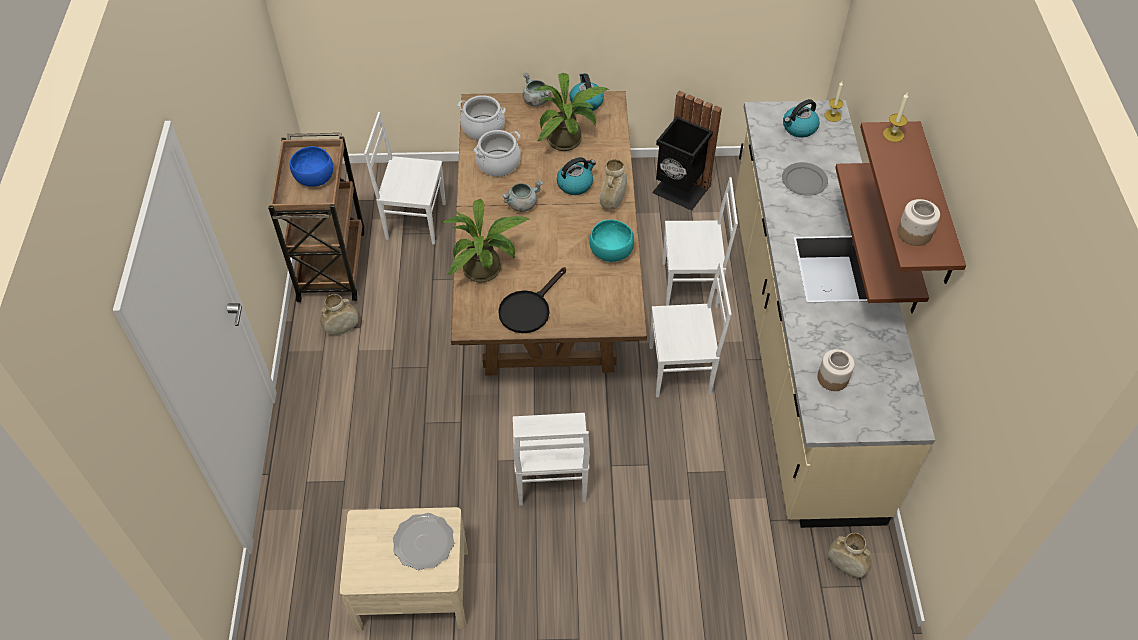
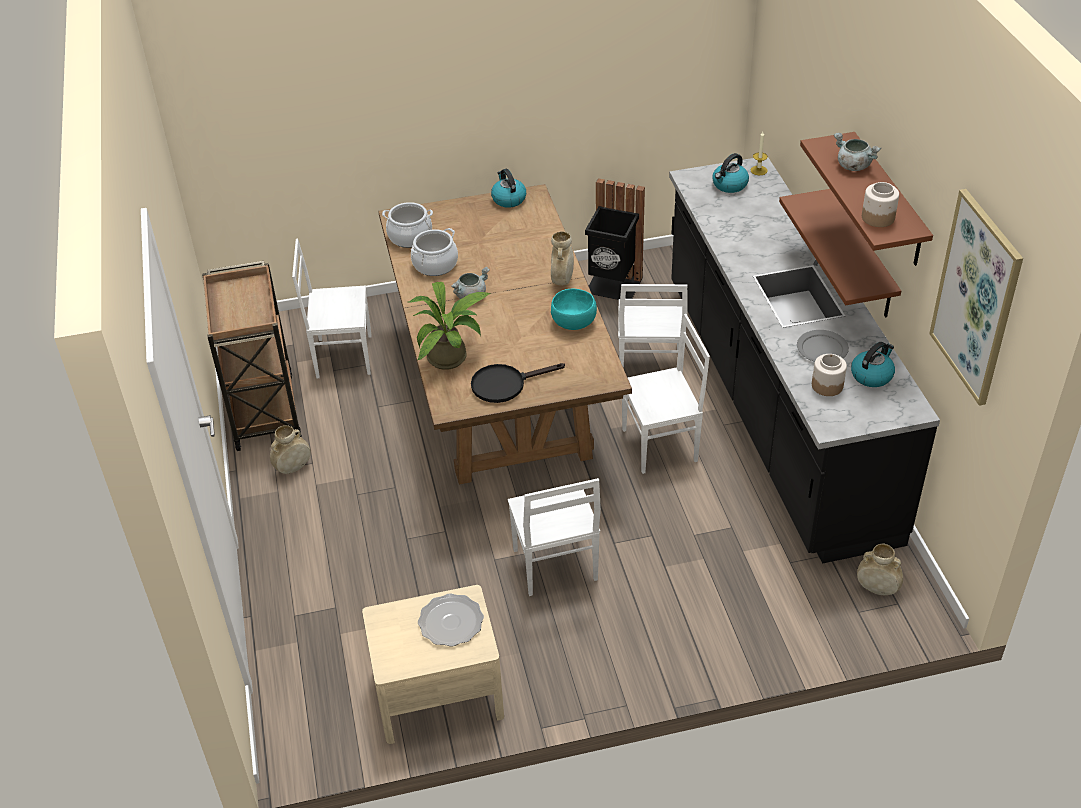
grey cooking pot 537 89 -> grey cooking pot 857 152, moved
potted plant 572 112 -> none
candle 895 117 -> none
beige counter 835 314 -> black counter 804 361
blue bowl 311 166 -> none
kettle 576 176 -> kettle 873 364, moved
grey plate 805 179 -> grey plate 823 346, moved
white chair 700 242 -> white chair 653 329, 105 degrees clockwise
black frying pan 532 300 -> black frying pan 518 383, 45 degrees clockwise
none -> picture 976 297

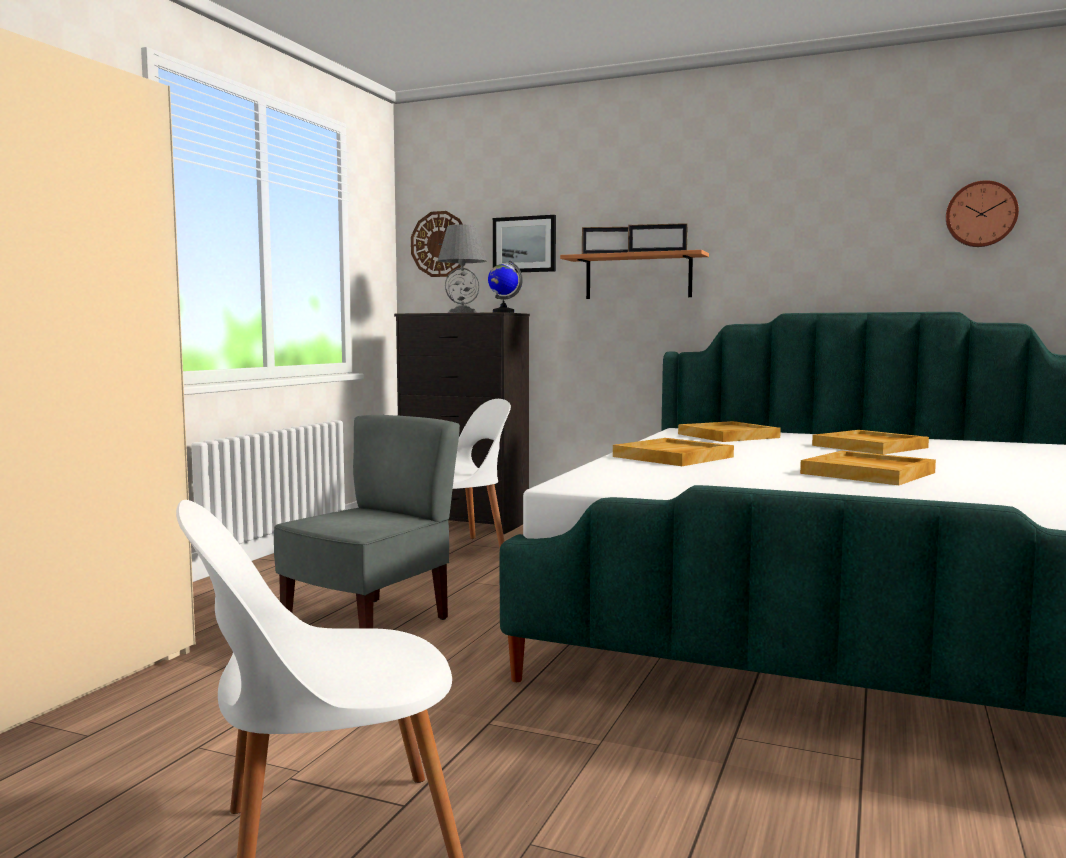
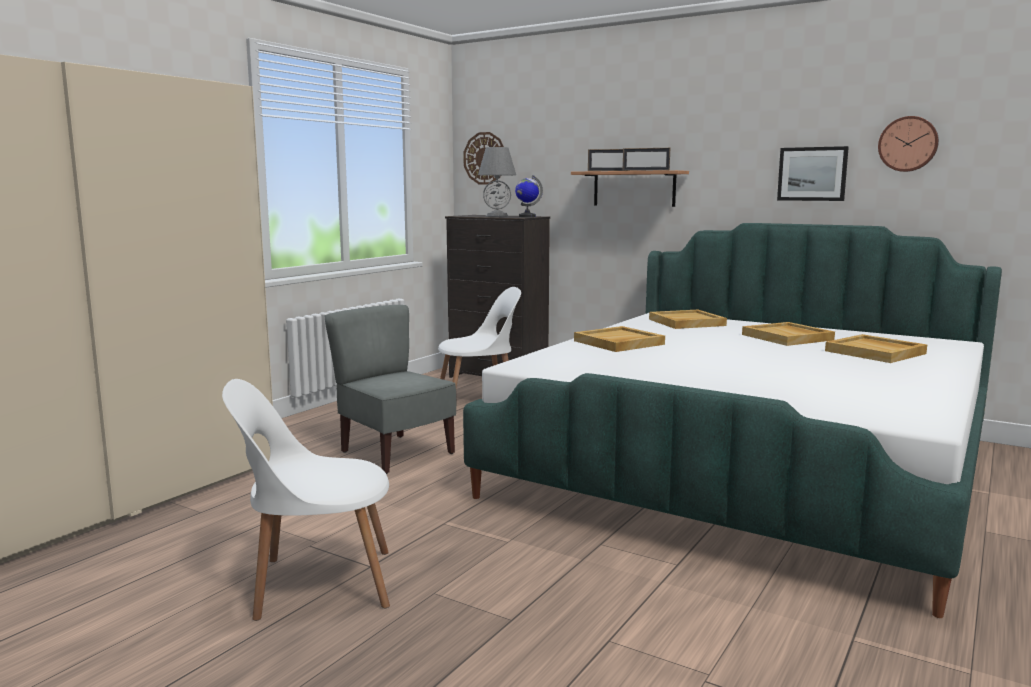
picture 524 244 -> picture 813 173, moved
grey chair 367 522 -> grey chair 390 389, 90 degrees counterclockwise
beige tray 868 468 -> beige tray 876 348, moved

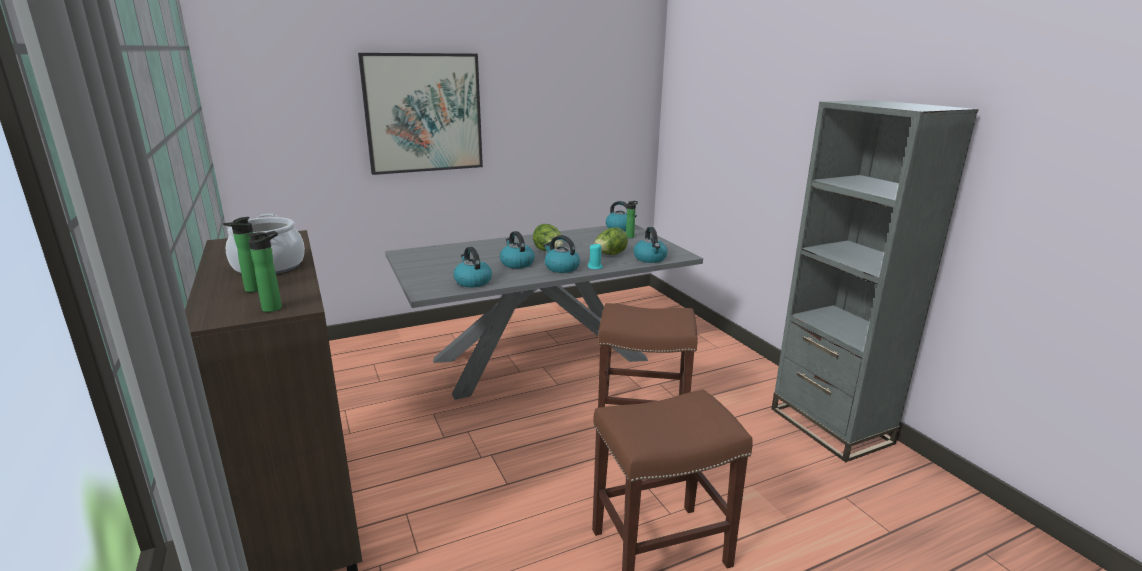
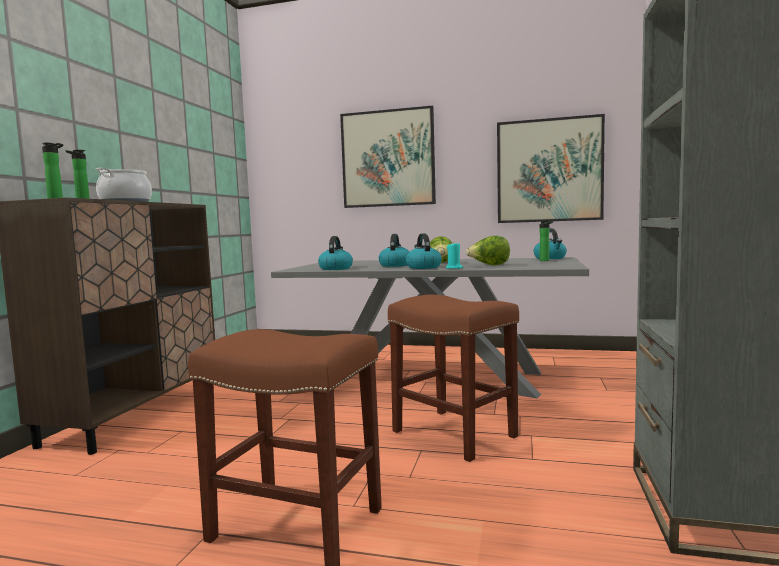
kettle 650 245 -> none
none -> picture 551 168

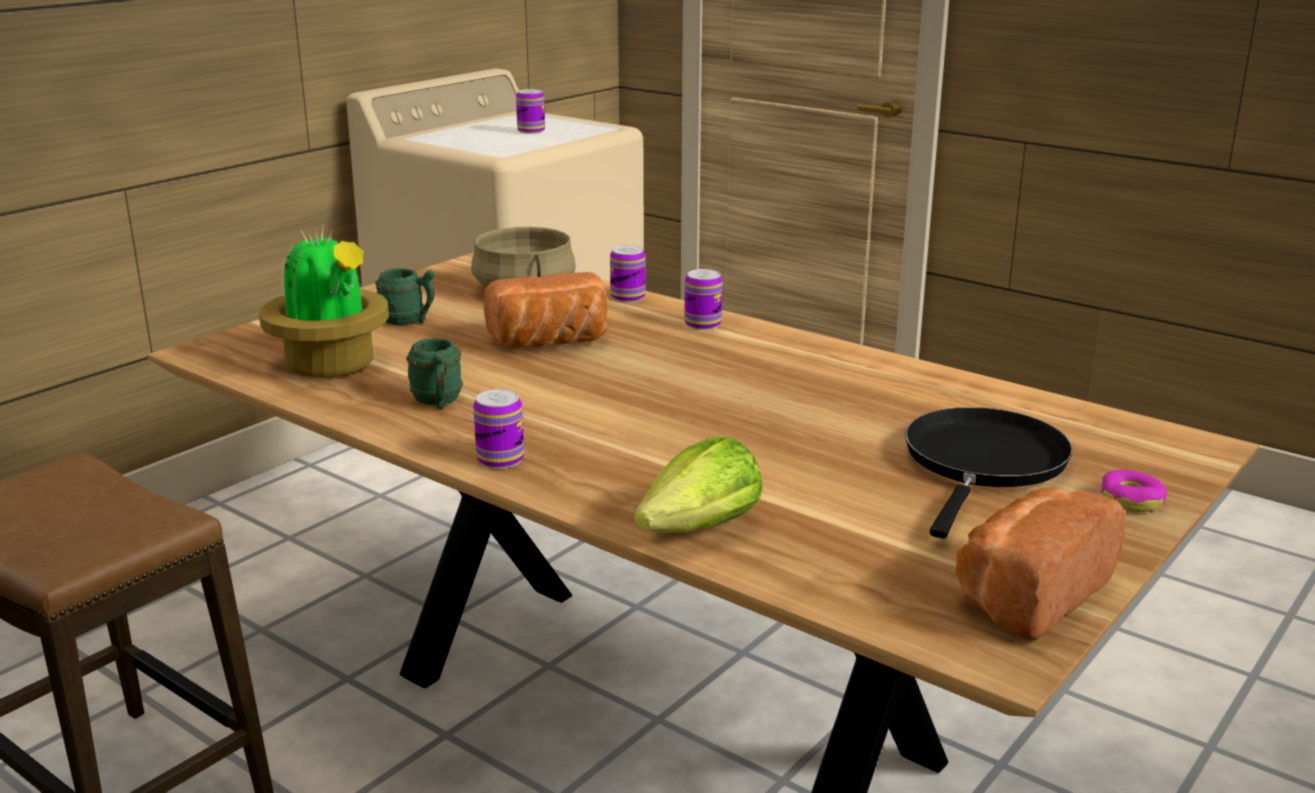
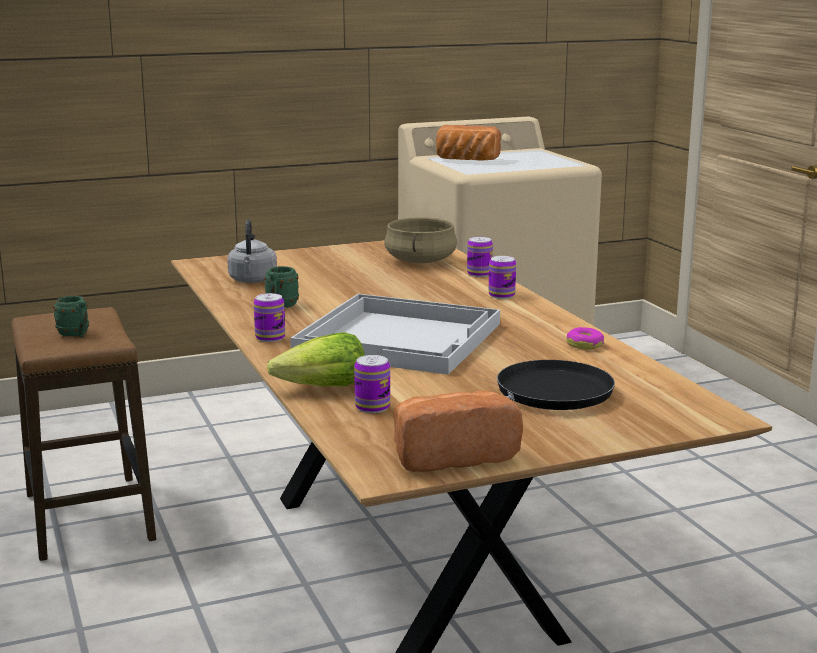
can 530 111 -> can 372 384, moved
potted plant 324 302 -> grey kettle 252 251
green mug 405 296 -> green mug 71 316, moved
bread 546 310 -> bread 468 142, moved
donut 1134 491 -> donut 585 338, moved
none -> white tray 395 334

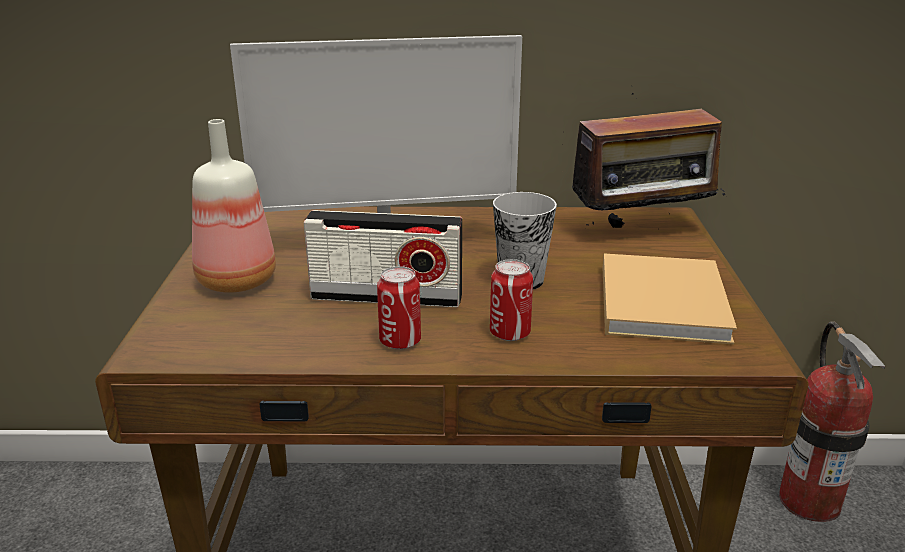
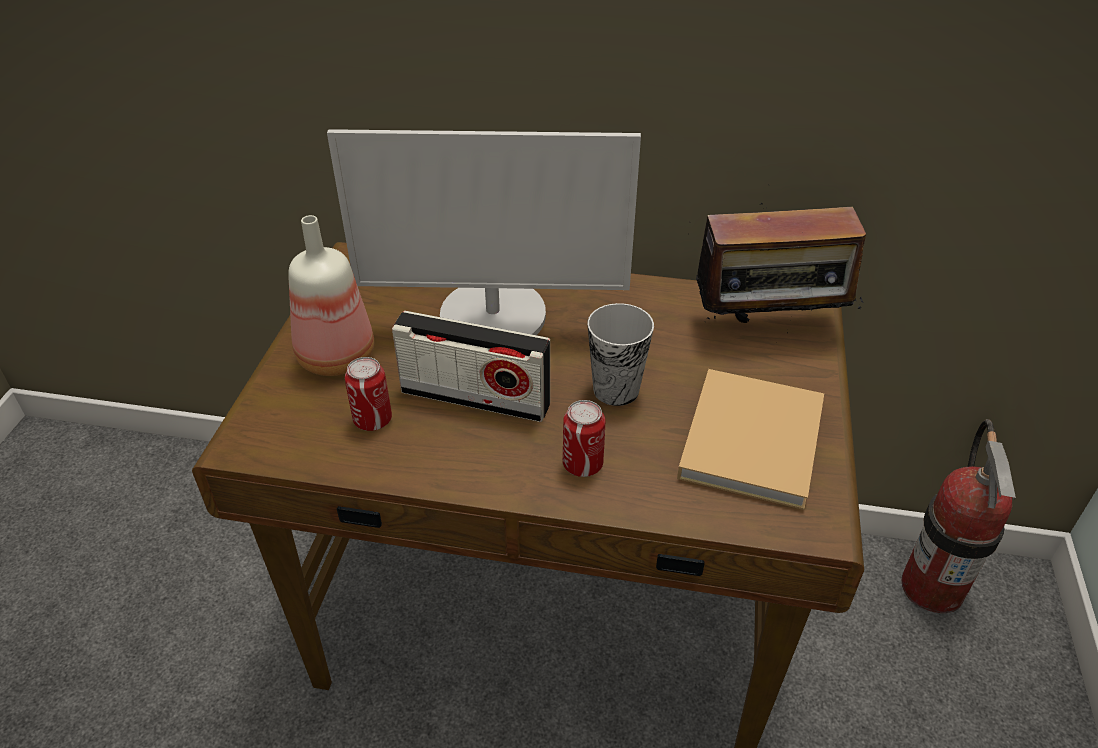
can 399 308 -> can 368 394, moved

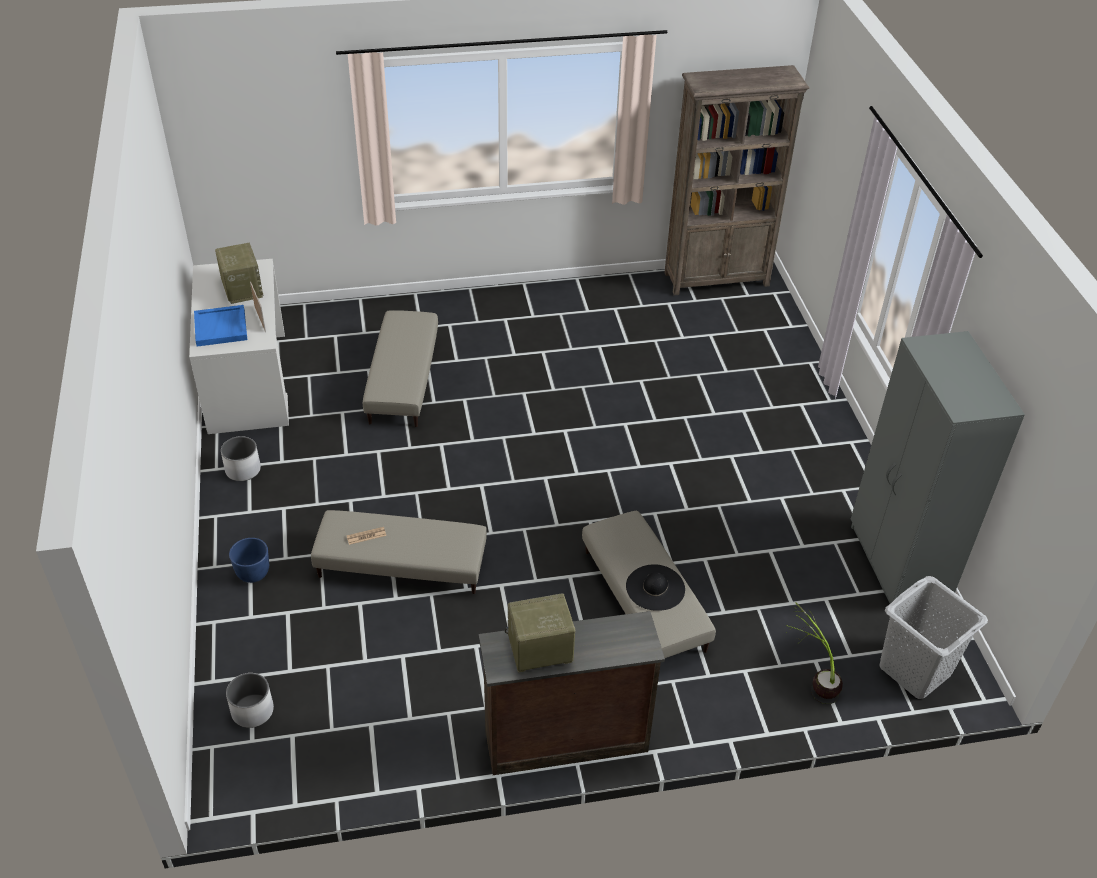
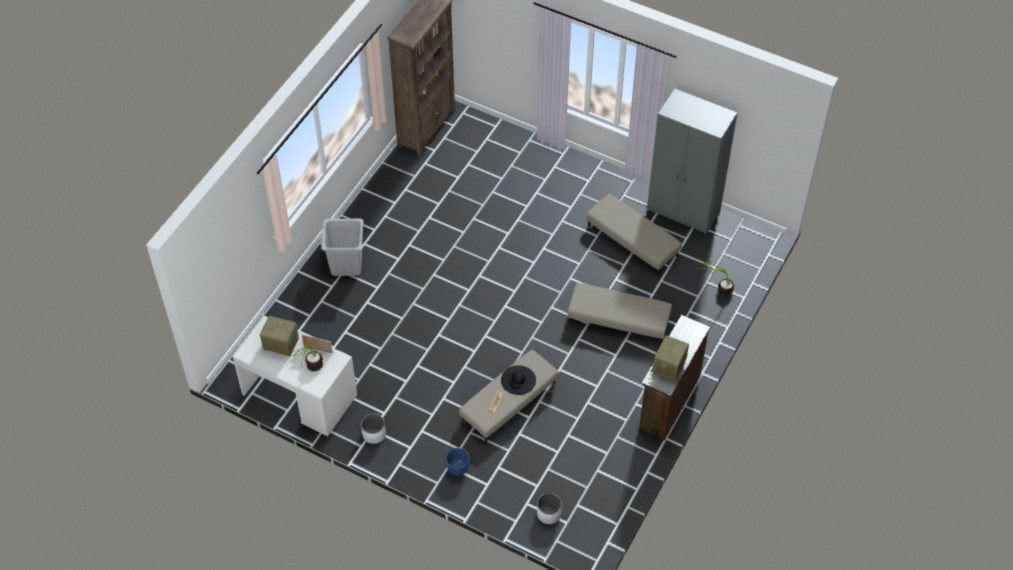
blue tray 220 326 -> potted plant 305 358
beige ottoman 400 368 -> beige ottoman 634 234, moved
black hat 655 587 -> black hat 518 380, moved
grey laundry basket 933 637 -> grey laundry basket 342 247, moved

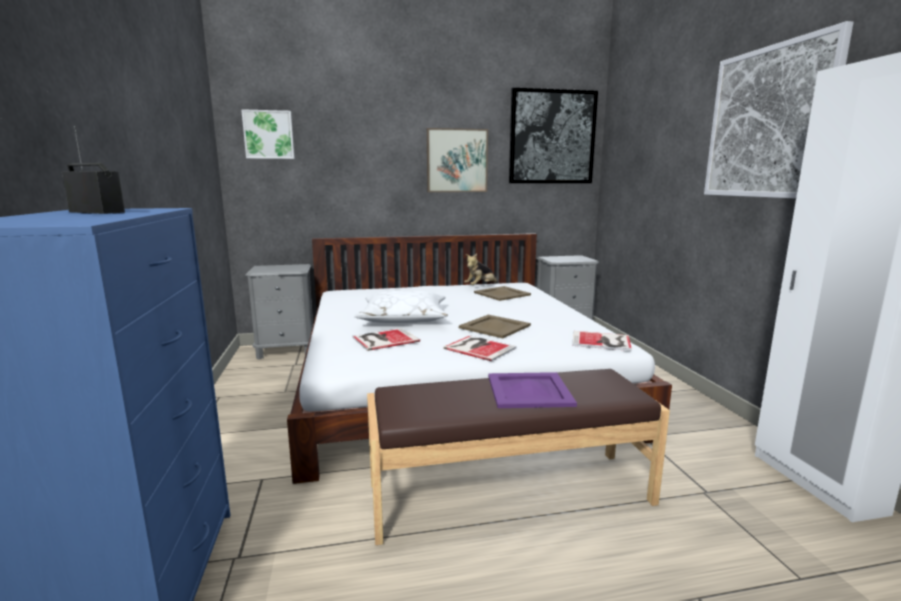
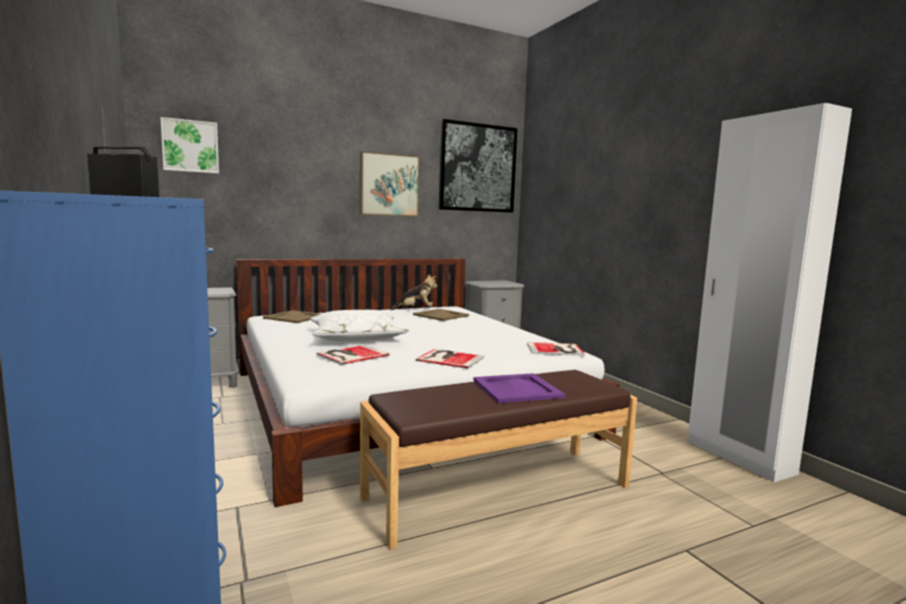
picture 779 110 -> none
plush toy 481 269 -> plush toy 414 292, 135 degrees counterclockwise
beige tray 495 326 -> beige tray 291 316, moved

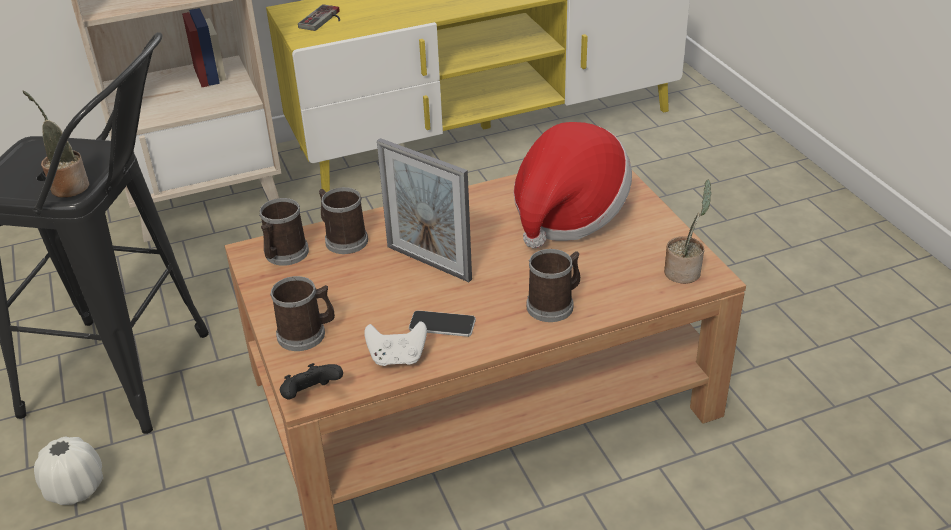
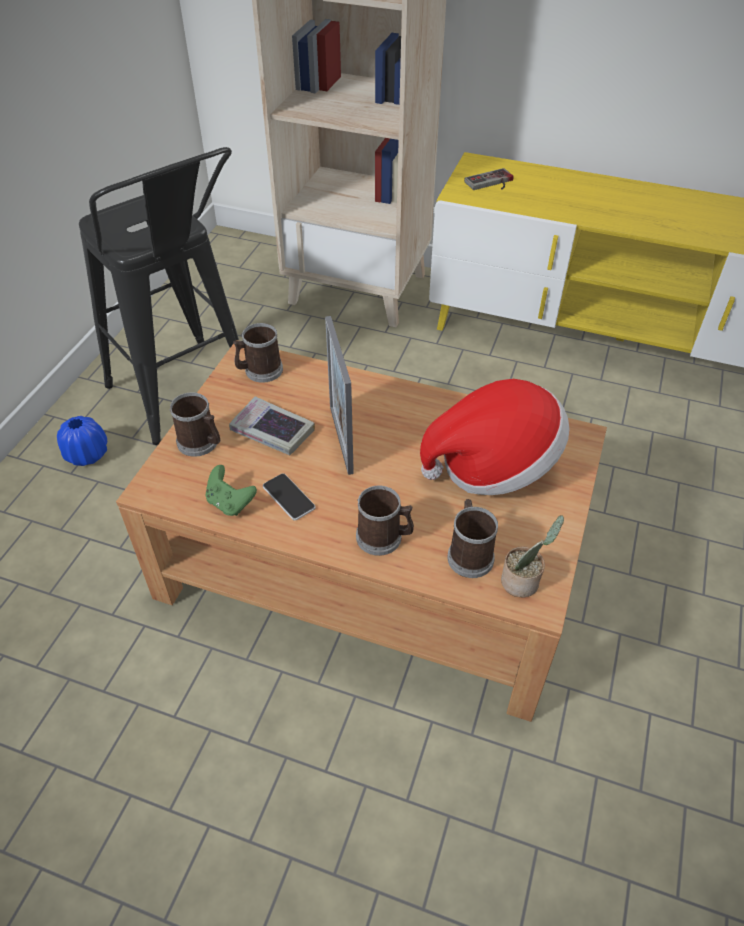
potted plant 56 144 -> none
mug 343 220 -> mug 472 538, moved
white game controller 395 343 -> green game controller 231 490
black game controller 311 381 -> none
white vase 68 471 -> blue vase 82 441
none -> book 272 425

